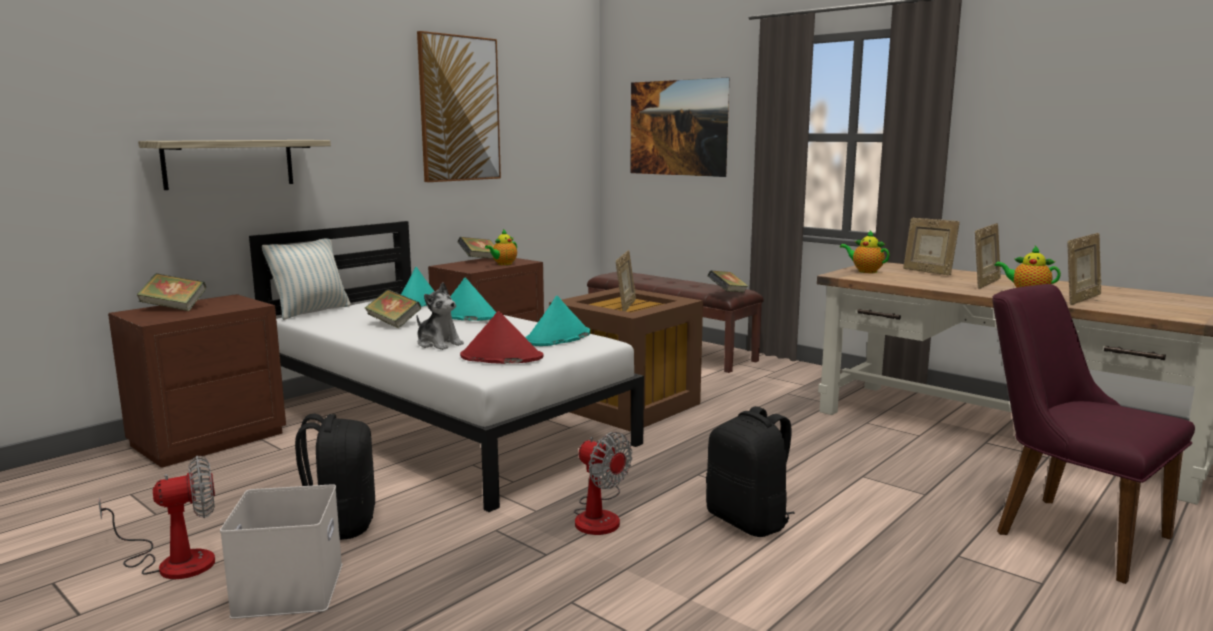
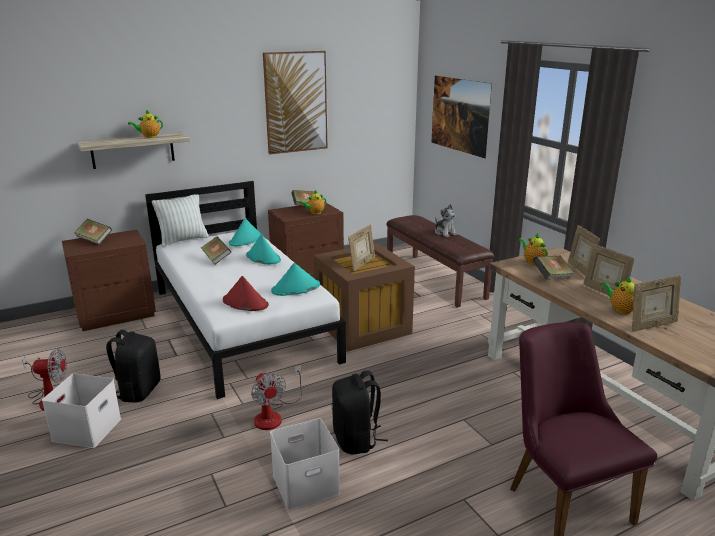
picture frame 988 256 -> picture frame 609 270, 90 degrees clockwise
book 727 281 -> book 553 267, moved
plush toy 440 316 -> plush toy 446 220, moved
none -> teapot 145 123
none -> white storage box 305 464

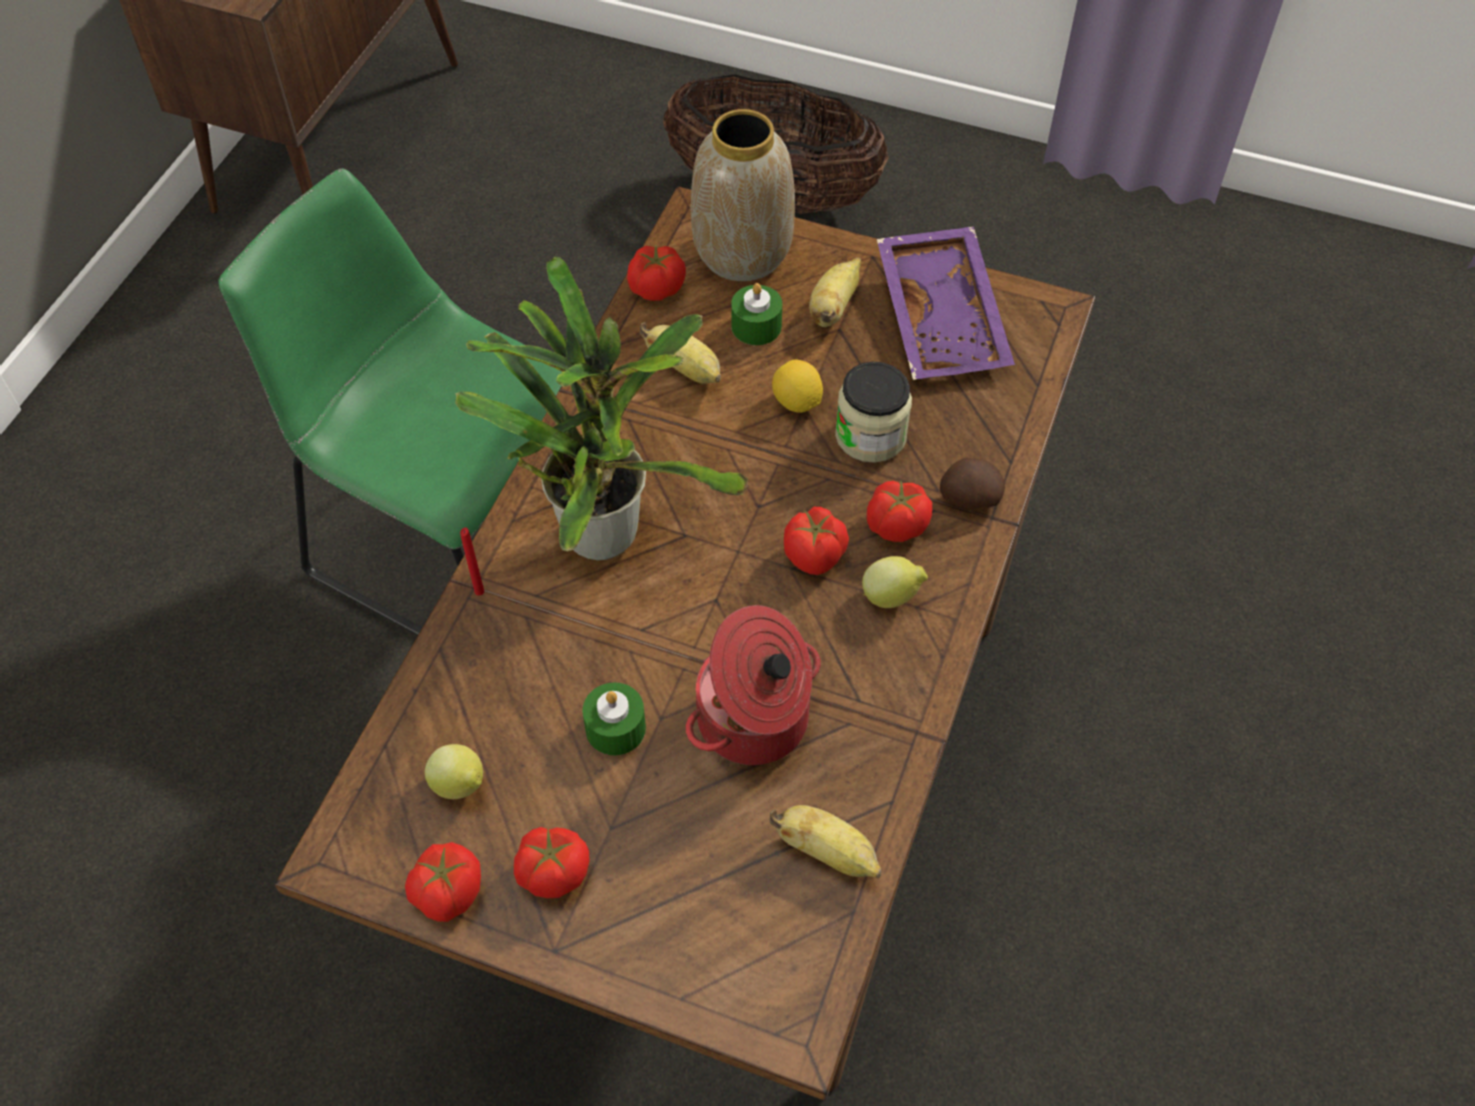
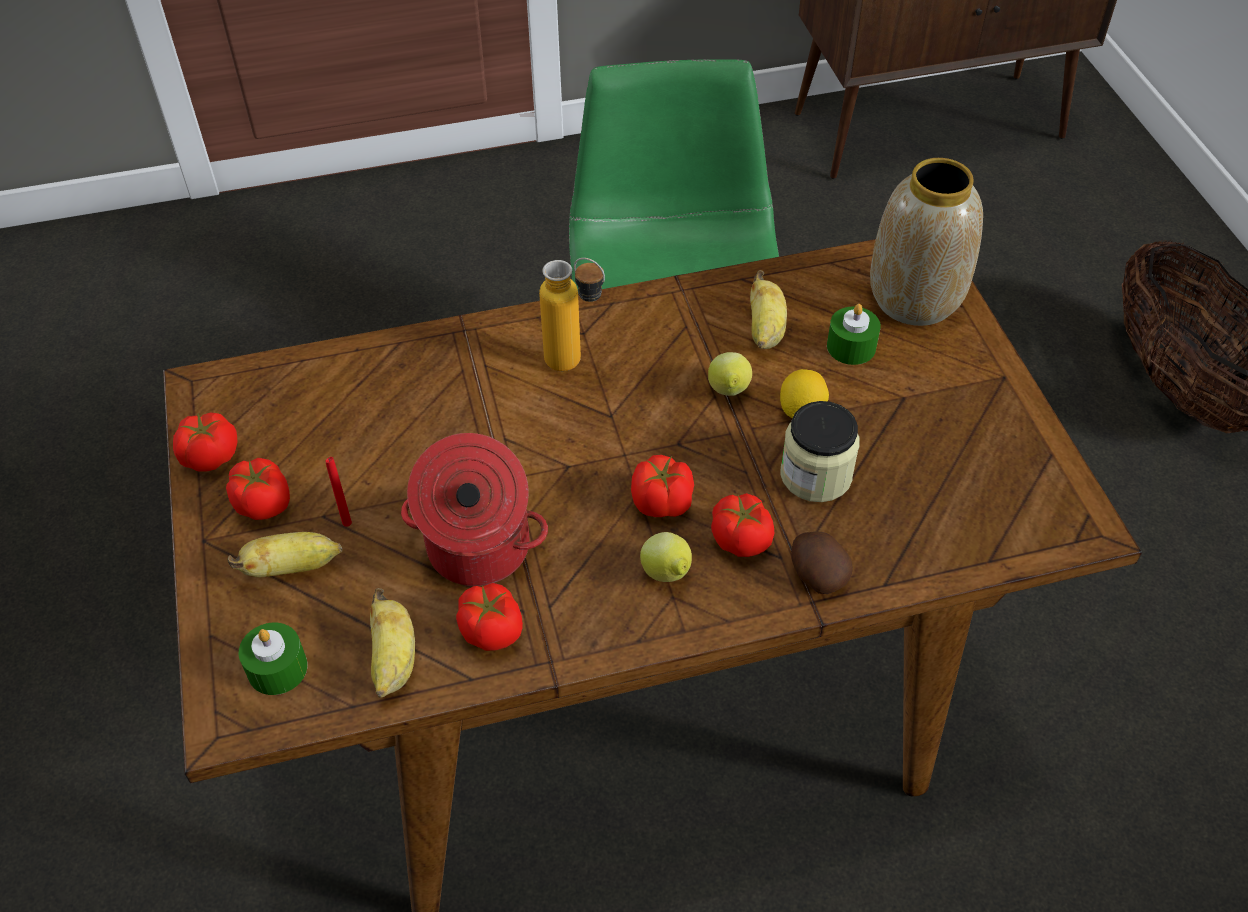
purple tray 946 303 -> none
tomato 656 272 -> tomato 489 617, moved
potted plant 601 408 -> bottle 572 314
banana 835 292 -> banana 284 554, moved
red candle 472 562 -> red candle 338 492, moved
green candle 614 718 -> green candle 273 658, moved
lemon 454 771 -> lemon 730 374, moved

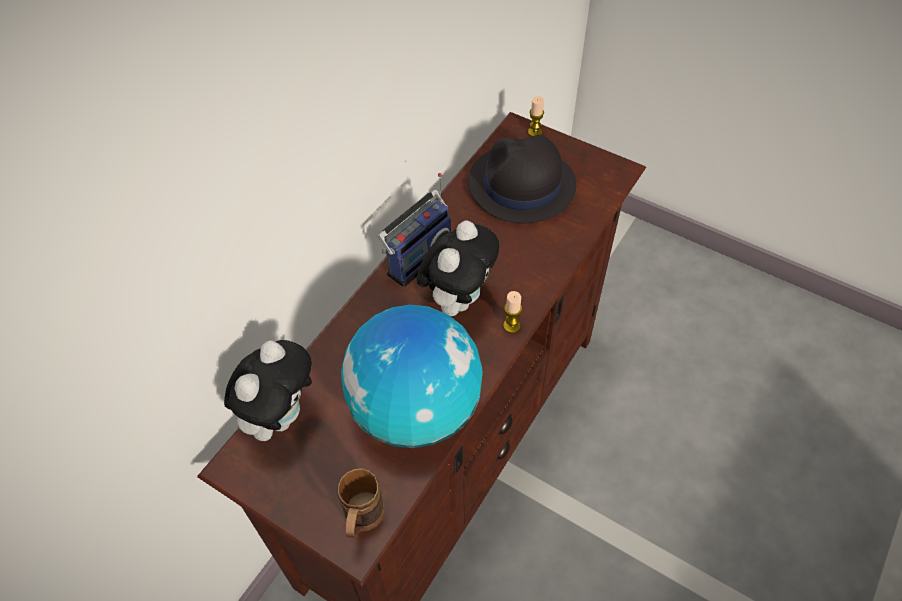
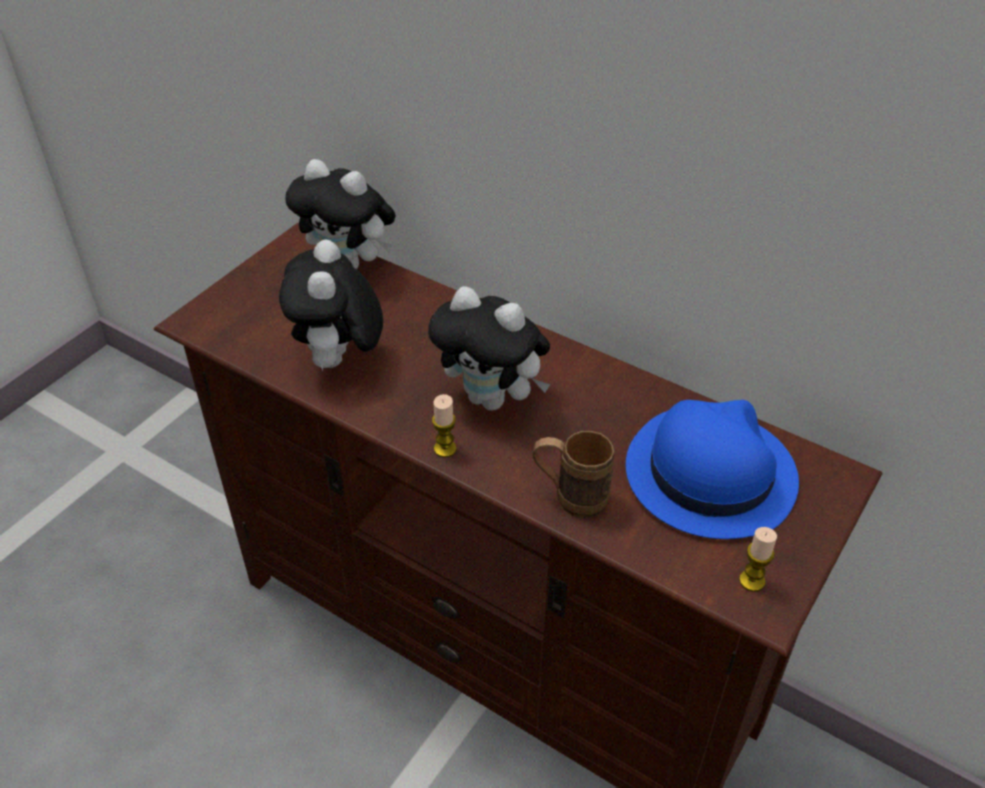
candle 536 116 -> candle 758 559, moved
black hat 522 179 -> blue hat 712 469
radio 414 230 -> none
globe 412 376 -> plush toy 331 305
brown mug 361 503 -> brown mug 574 474, moved

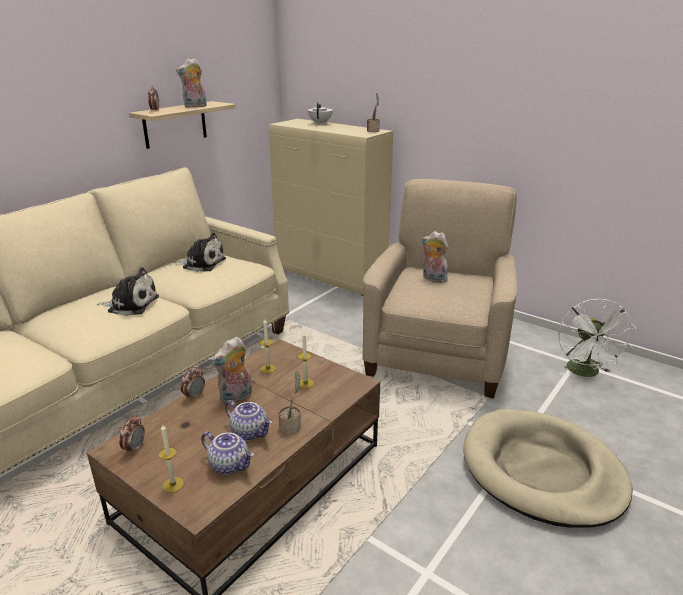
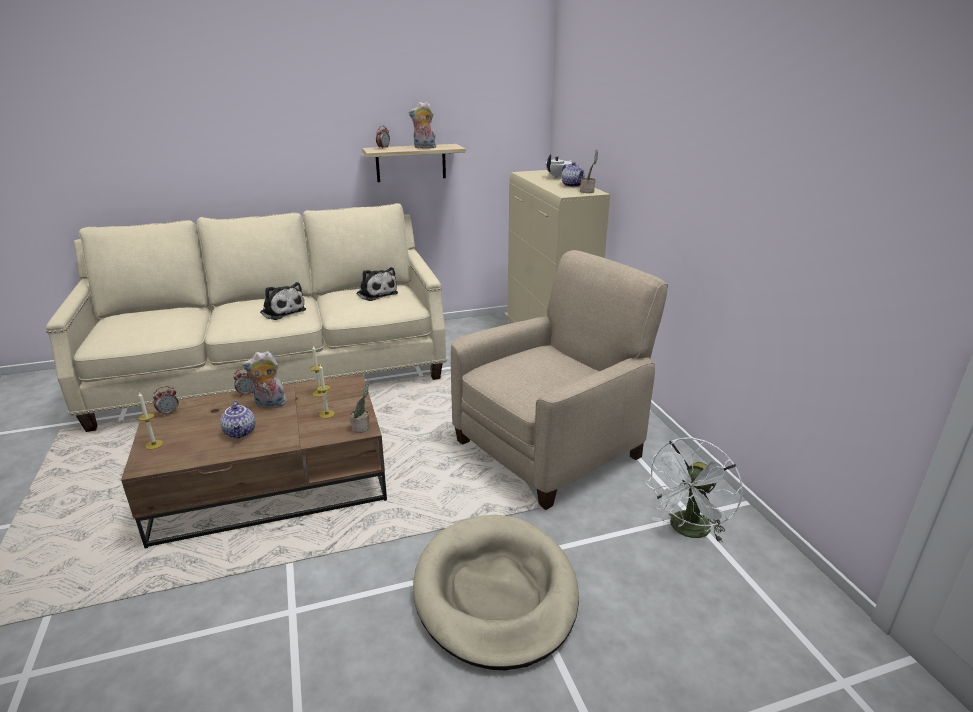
plush toy 435 257 -> none
potted plant 289 403 -> potted plant 360 406, moved
teapot 227 453 -> teapot 573 174, moved

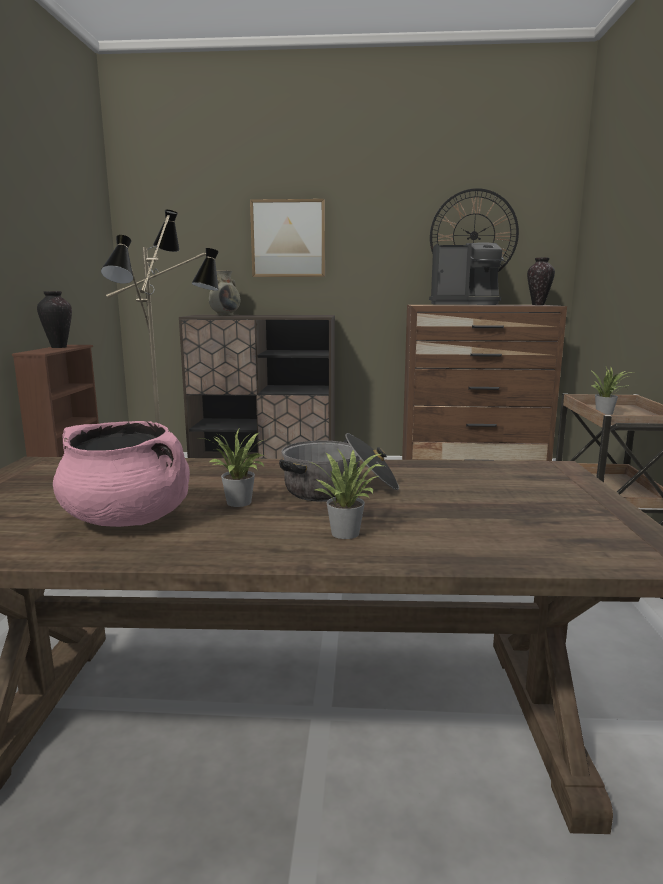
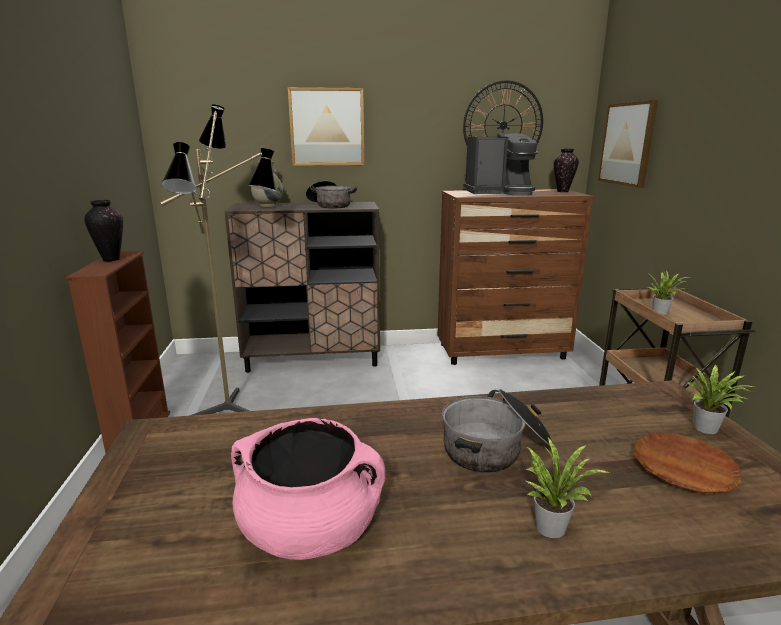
potted plant 233 468 -> potted plant 720 399, moved
none -> picture 628 144
none -> cooking pot 331 194
none -> brown plate 688 463

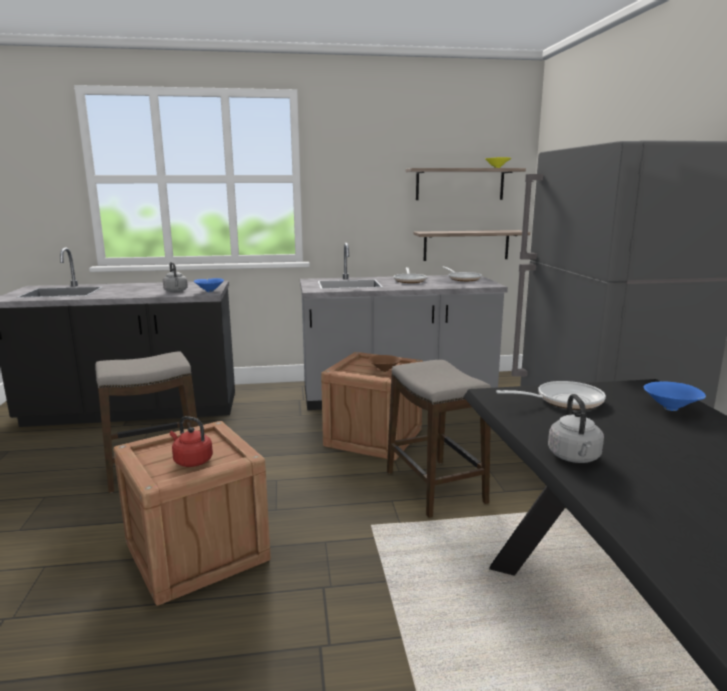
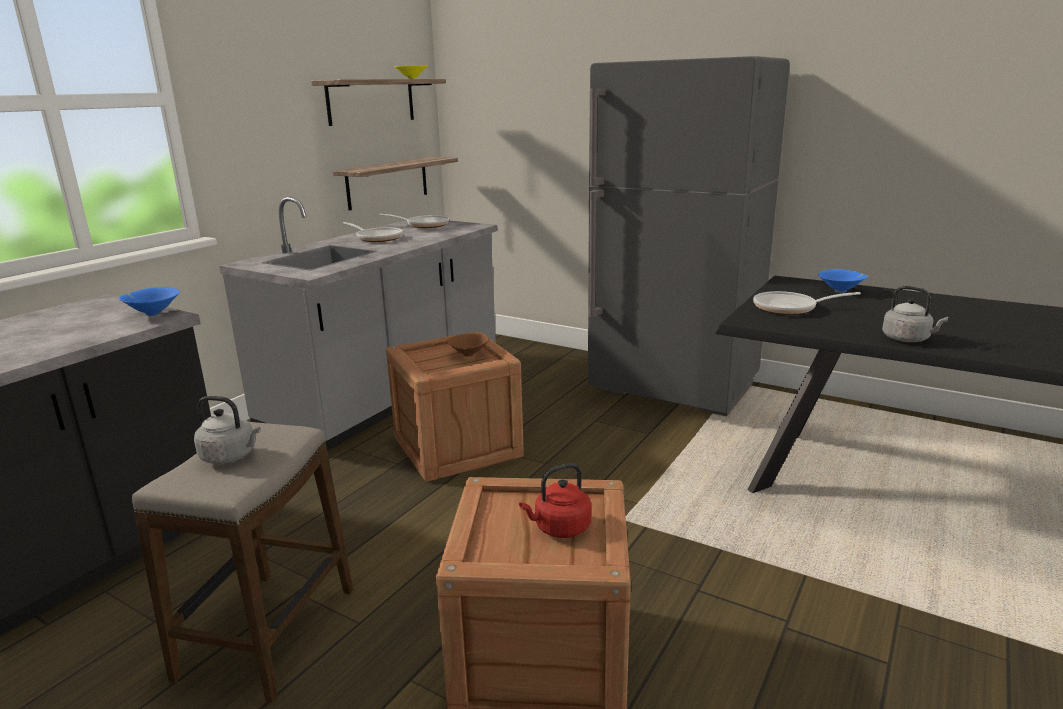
grey kettle 175 277 -> grey kettle 227 430, moved
stool 439 439 -> none
frying pan 551 395 -> frying pan 807 303, 120 degrees counterclockwise

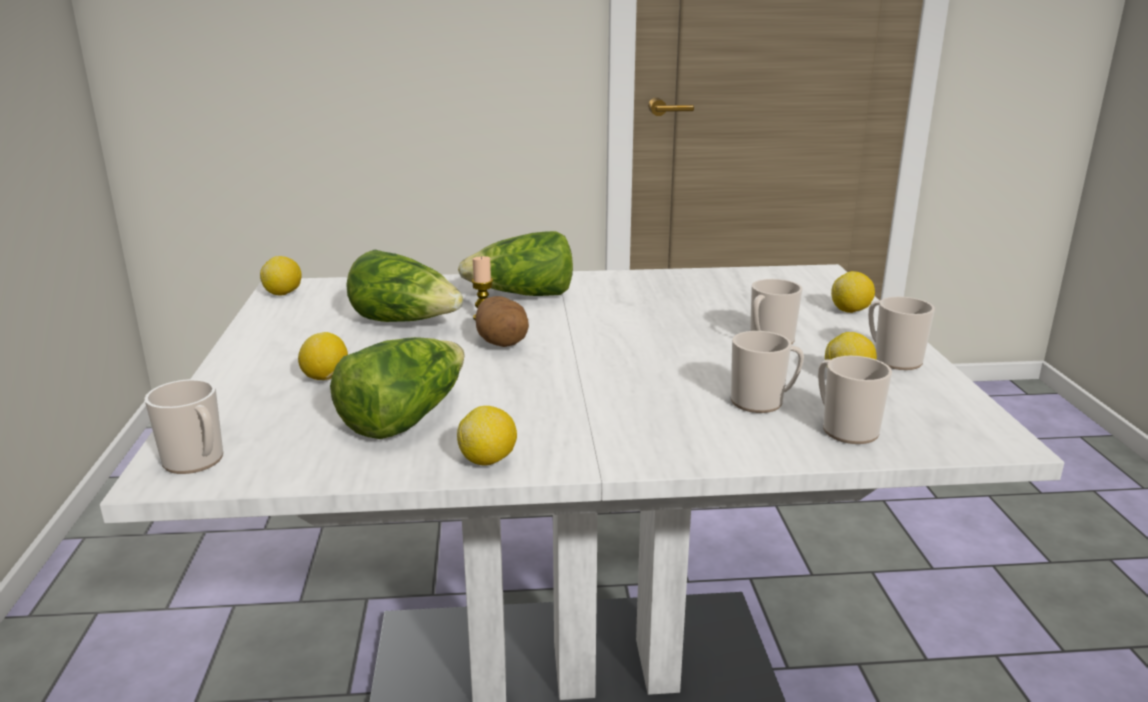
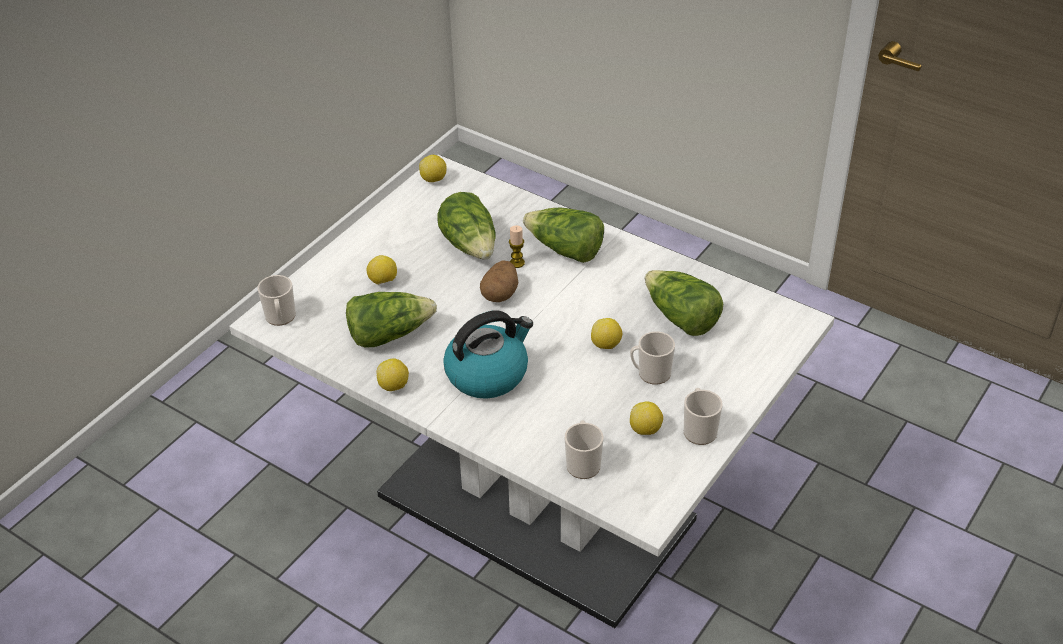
lemon 853 292 -> lemon 606 333, moved
mug 767 372 -> none
none -> lettuce 684 303
none -> kettle 488 354

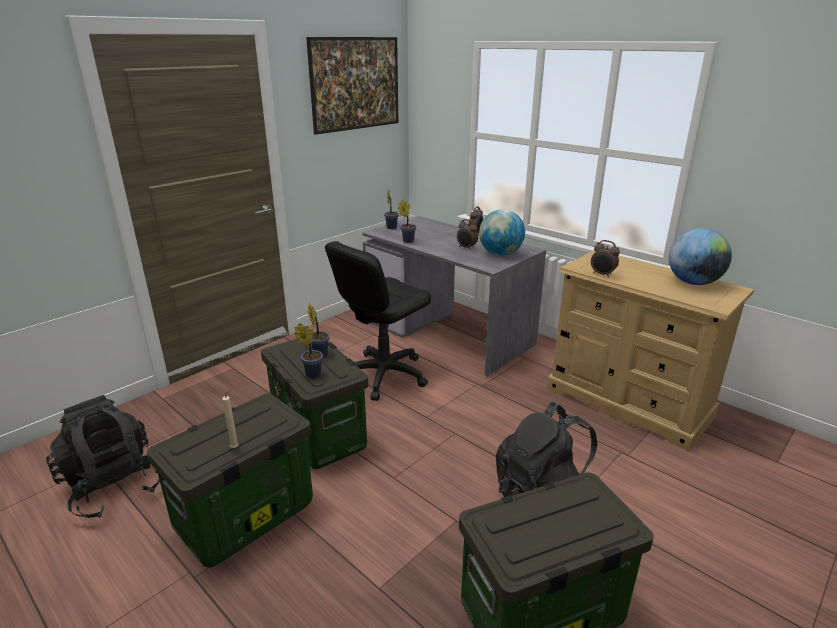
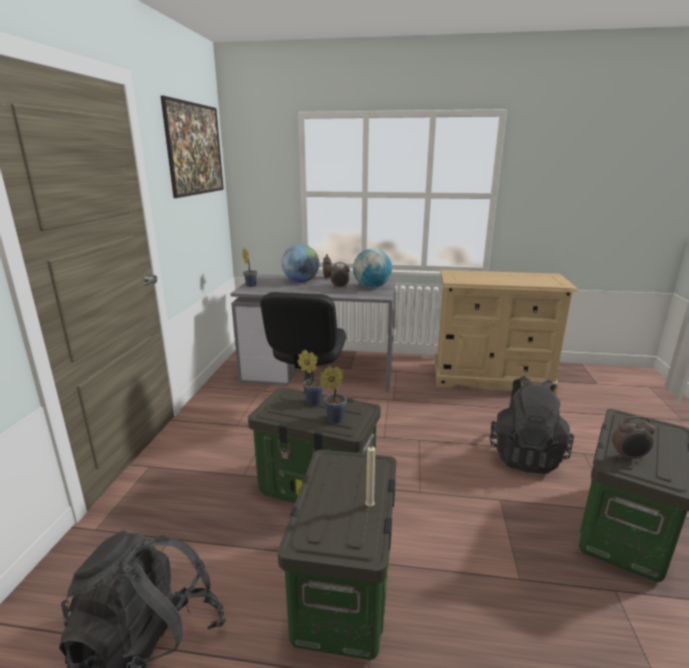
potted plant 407 221 -> none
globe 700 256 -> globe 300 263, moved
alarm clock 605 258 -> alarm clock 633 438, moved

